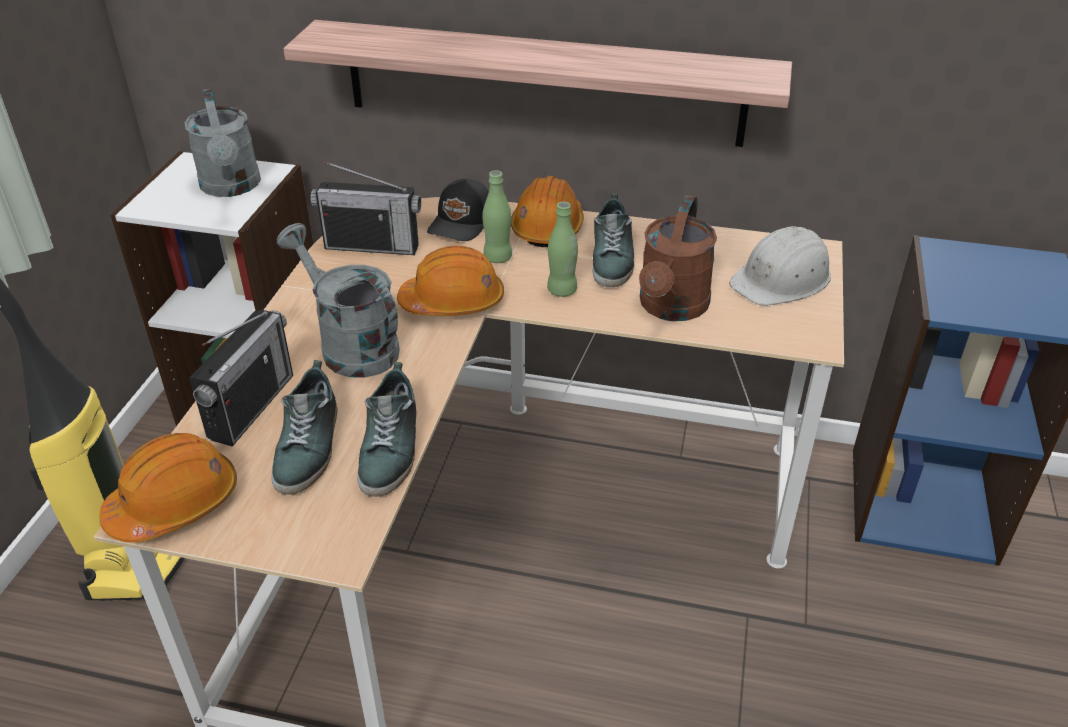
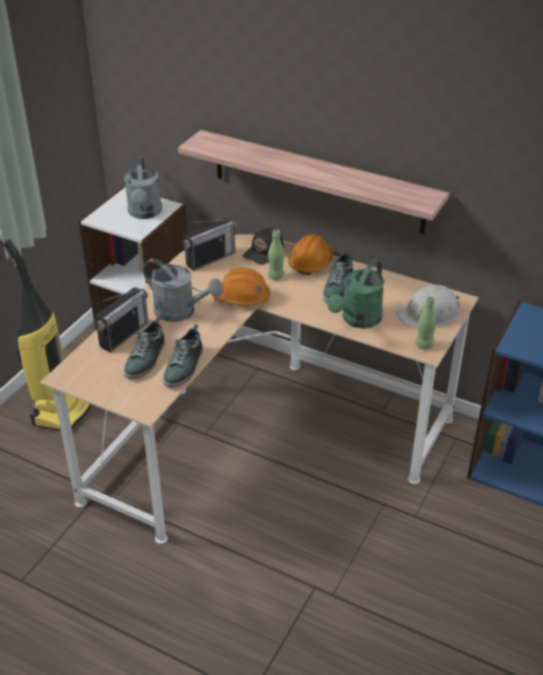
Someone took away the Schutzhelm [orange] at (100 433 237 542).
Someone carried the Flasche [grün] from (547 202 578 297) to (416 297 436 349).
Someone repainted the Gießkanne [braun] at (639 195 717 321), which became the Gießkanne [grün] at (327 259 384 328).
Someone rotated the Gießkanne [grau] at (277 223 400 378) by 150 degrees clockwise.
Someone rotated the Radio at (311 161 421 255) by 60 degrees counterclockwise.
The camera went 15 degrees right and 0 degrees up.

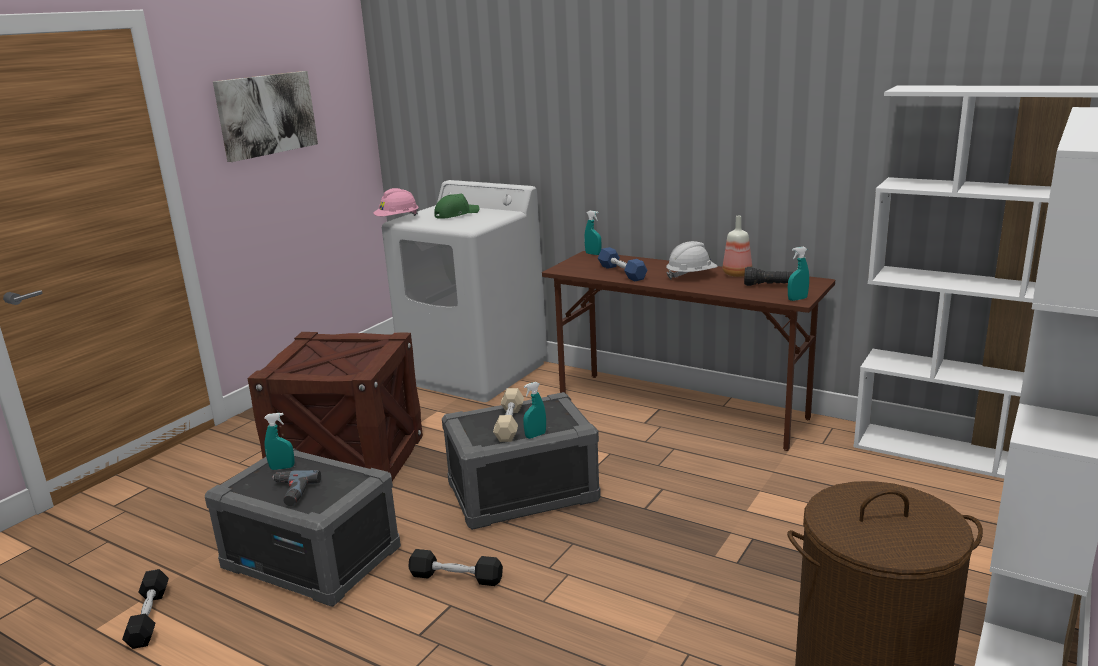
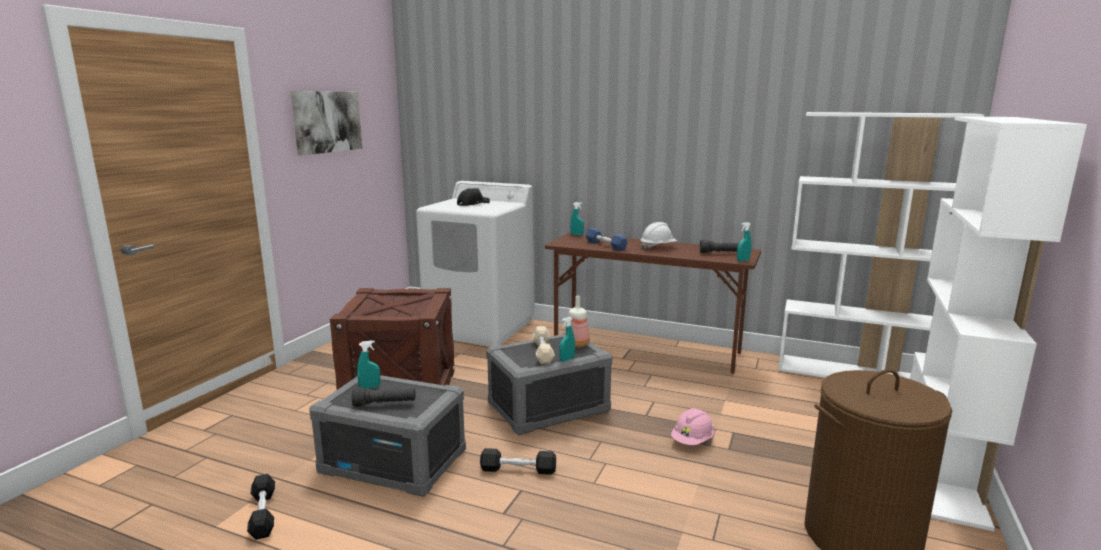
Someone carried the Schutzhelm [rosa] from (374 188 419 216) to (671 408 714 445).
Someone carried the Flasche from (723 216 752 277) to (565 296 590 348).
Someone swapped the Bohrmaschine at (272 470 321 506) for the Taschenlampe [schwarz] at (352 387 416 407).
Someone repainted the Kappe [grün] at (434 194 479 219), which became the Kappe [schwarz] at (457 188 490 206).
The camera went 10 degrees left and 5 degrees down.

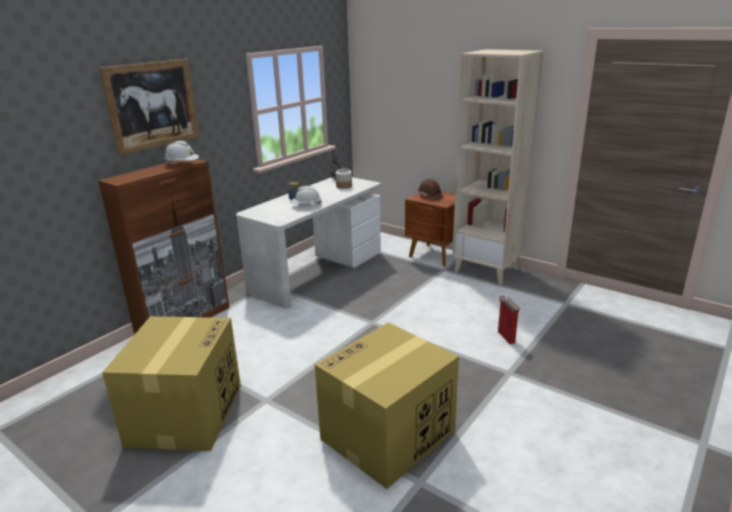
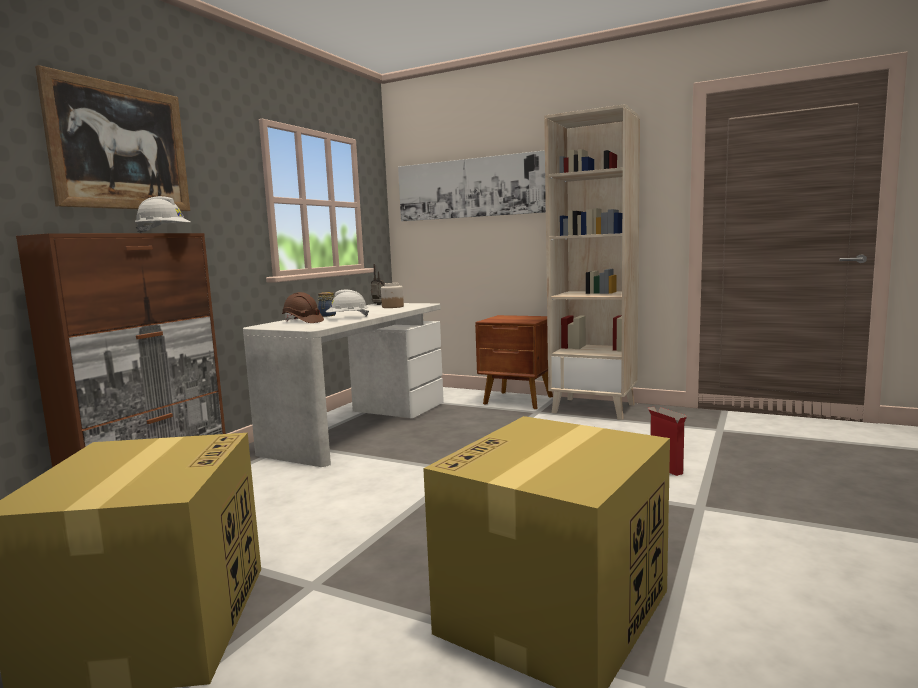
Someone put up the Bild at (398 150 546 221).
Someone carried the Schutzhelm [braun] from (418 179 444 200) to (282 292 324 323).
The camera went 10 degrees left and 15 degrees down.

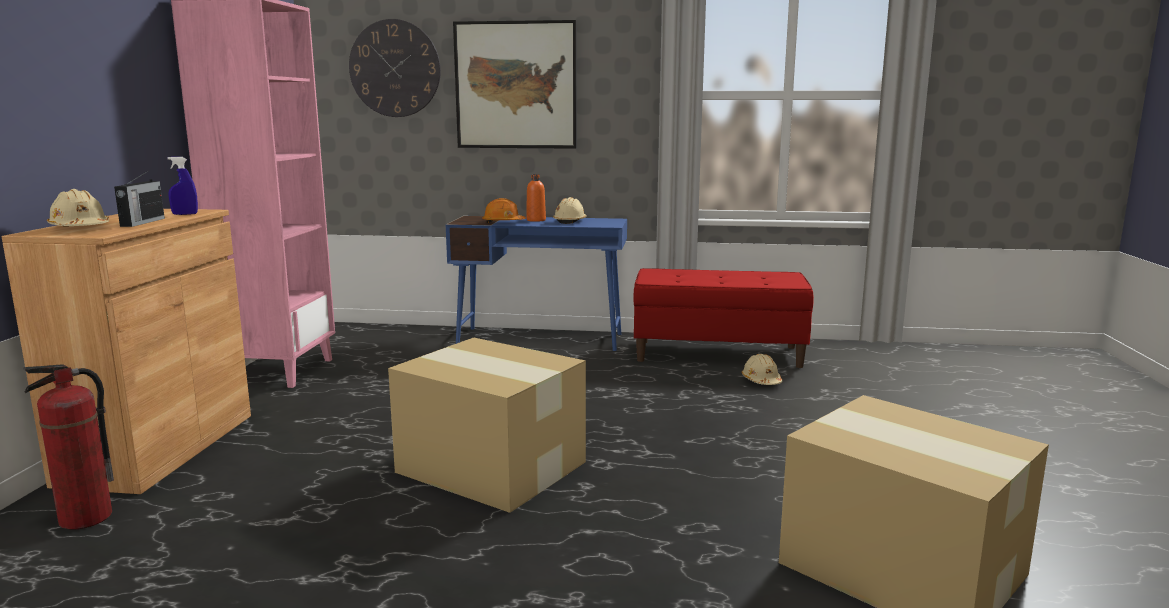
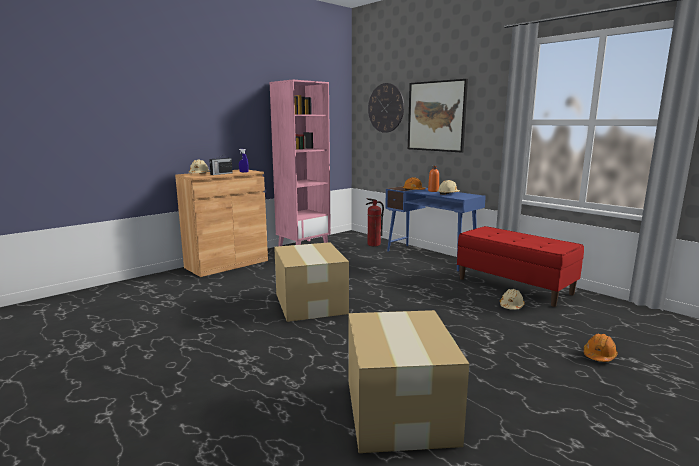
Someone put down the Schutzhelm [orange] at (584 333 618 362).
Someone carried the Feuerlöscher from (24 364 114 529) to (366 198 384 246).
The camera went 40 degrees right and 0 degrees up.

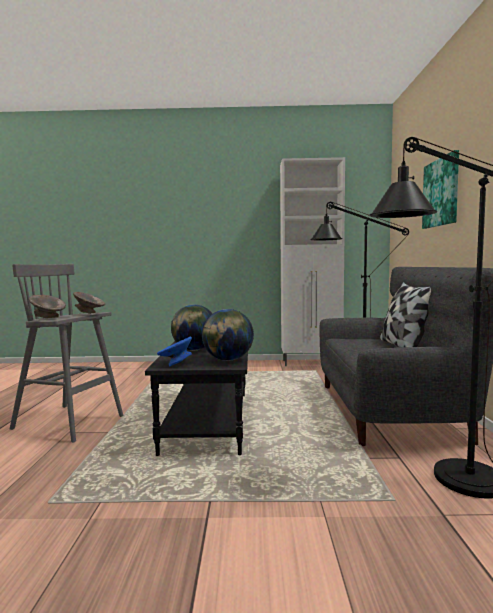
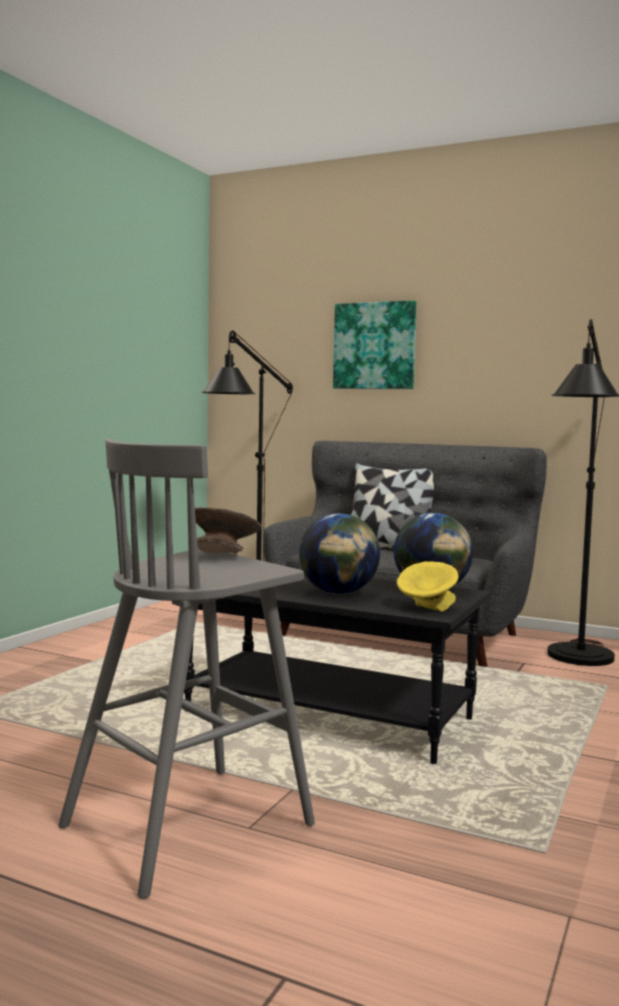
Someone took away the Schüssel [grau] at (29 295 66 318).
Someone took away the Schrank [weiß] at (280 157 345 366).
Someone repainted the Schüssel [blau] at (157 337 192 366), which became the Schüssel [gelb] at (397 561 459 612).
The camera went 65 degrees left and 0 degrees up.

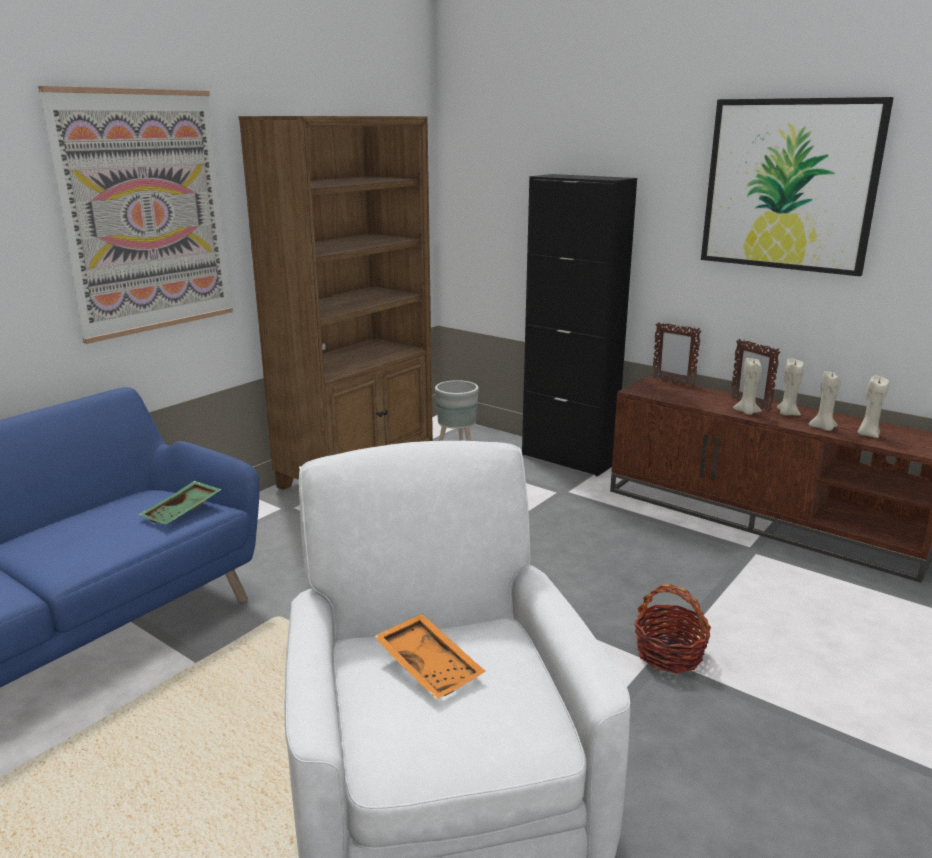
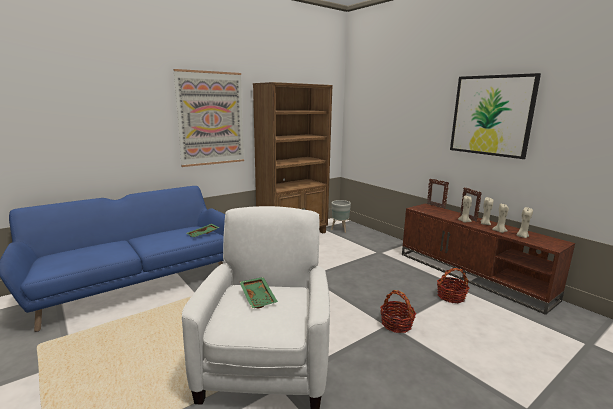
Someone took away the Schrank [schwarz] at (522 174 637 476).
Someone put down the Korb at (437 268 470 303).
Someone repainted the Tablett [orange] at (374 614 486 700), which became the Tablett [grün] at (240 277 278 309).
The camera went 15 degrees right and 5 degrees down.

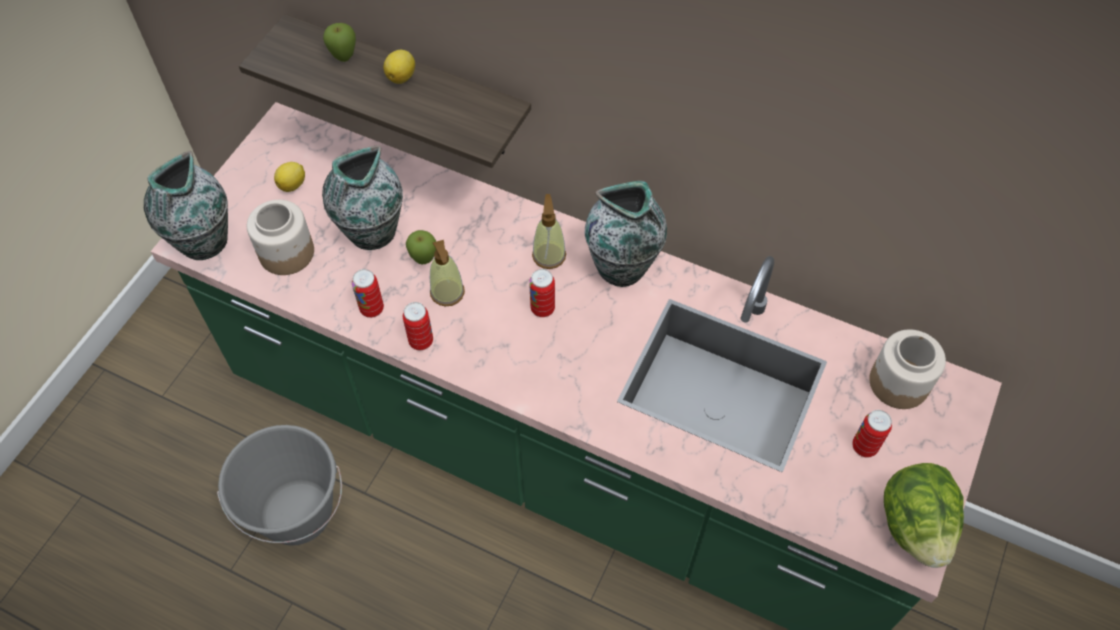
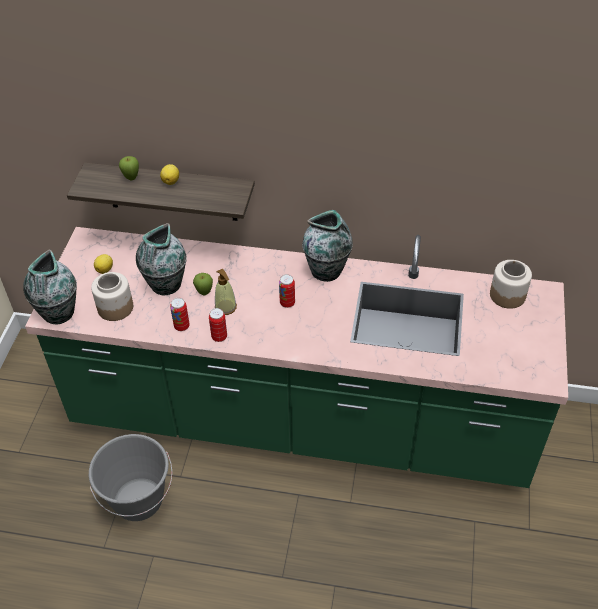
Someone took away the Seifenspender at (532 194 566 269).
Someone took away the Dose at (852 410 892 457).
Someone took away the Salatkopf at (884 463 964 568).
The camera went 15 degrees left and 10 degrees down.

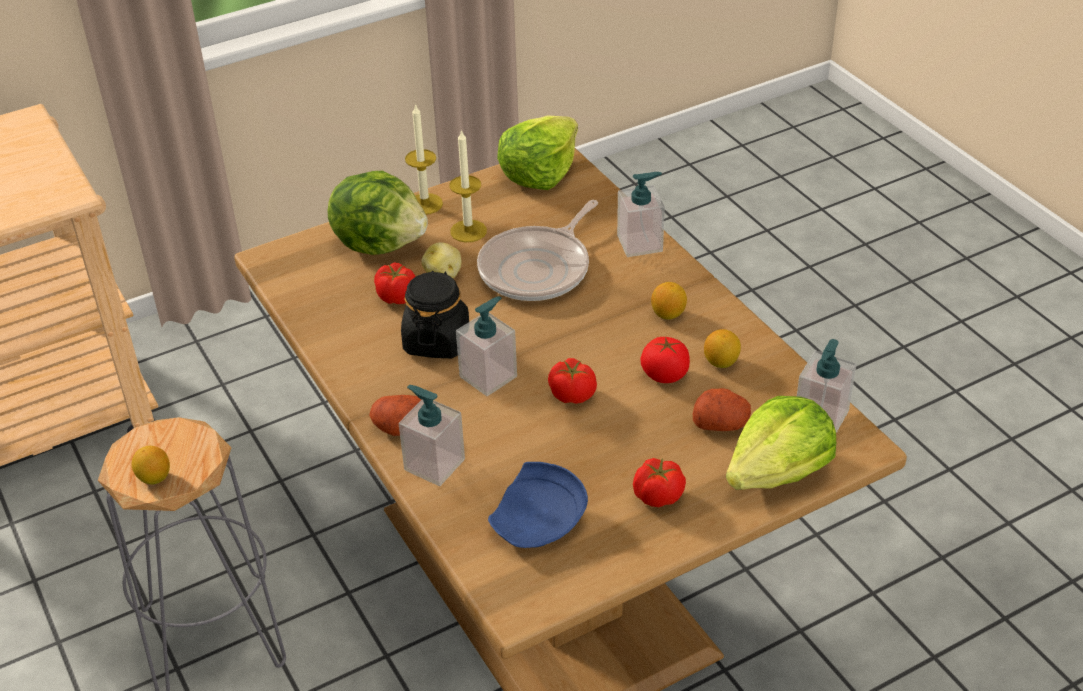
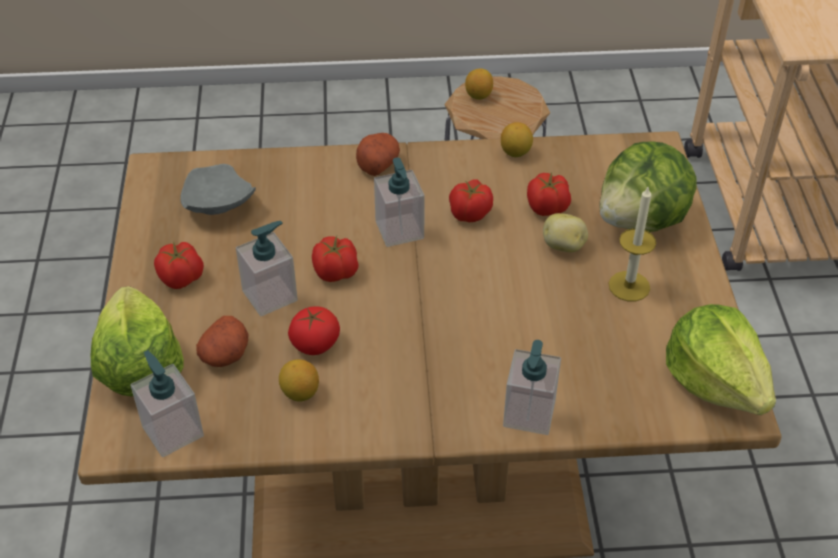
Someone took away the Kerze at (405 103 443 215).
Someone took away the Pfanne at (477 200 598 301).
Someone carried the Seifenspender from (399 385 465 486) to (236 221 298 316).
Someone carried the Zitrone from (651 282 687 319) to (501 122 533 157).
Someone swapped the Vorratsglas [schwarz] at (401 271 469 358) for the Tomate at (449 179 493 222).
Someone repainted the Teller [blau] at (488 462 588 548), which became the Teller [grau] at (180 164 256 215).
The camera went 115 degrees right and 5 degrees up.

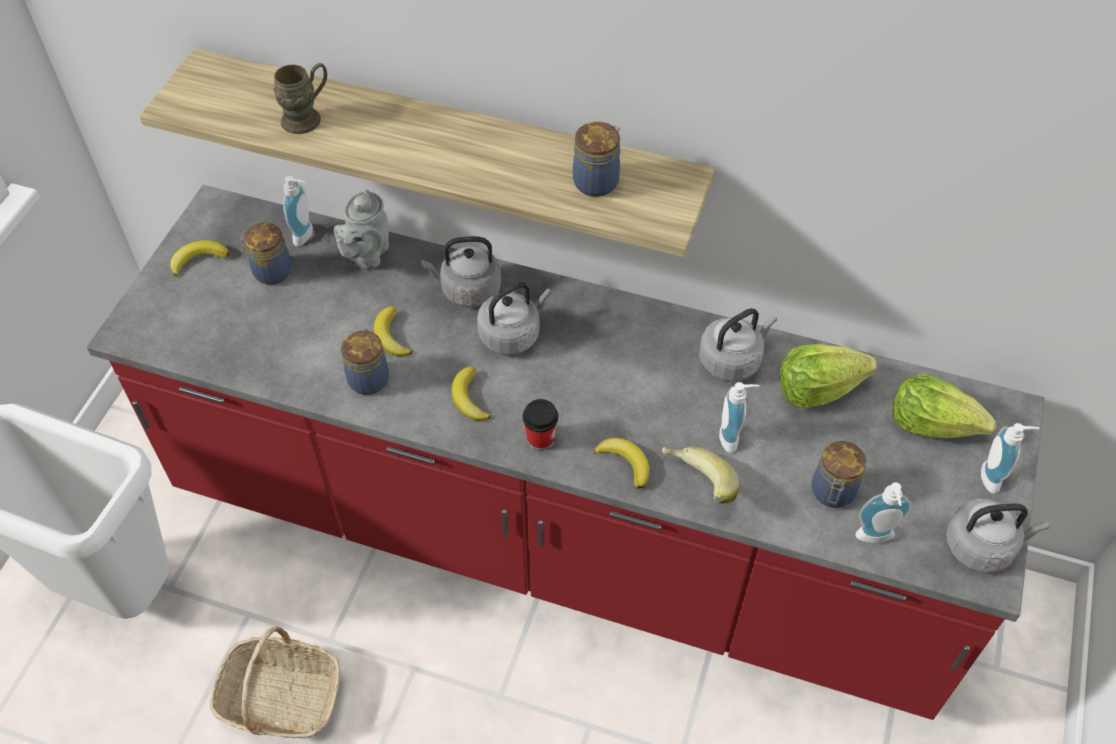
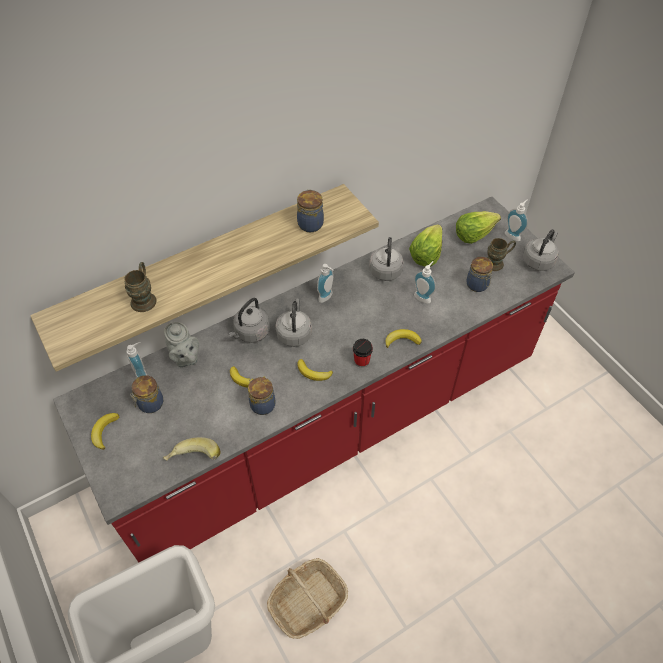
Someone put down the Henkelbecher [braun] at (487 238 516 271).
Someone carried the Banane from (662 447 739 504) to (163 437 221 460).
Someone carried the Seifenspender from (855 482 912 544) to (317 264 334 303).
The camera went 50 degrees left and 0 degrees up.

